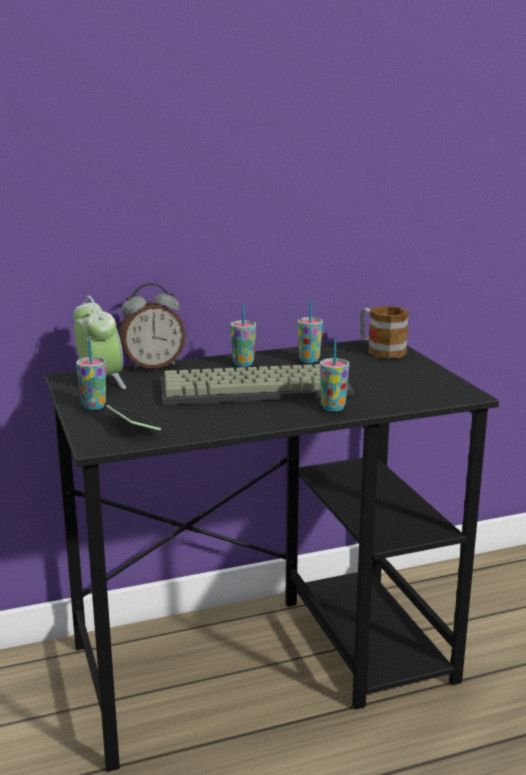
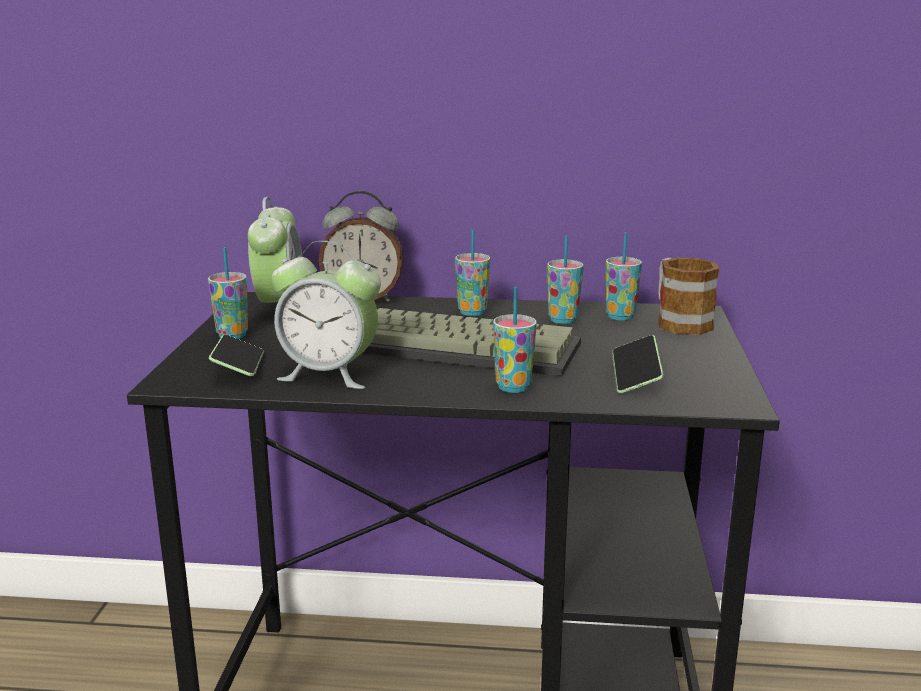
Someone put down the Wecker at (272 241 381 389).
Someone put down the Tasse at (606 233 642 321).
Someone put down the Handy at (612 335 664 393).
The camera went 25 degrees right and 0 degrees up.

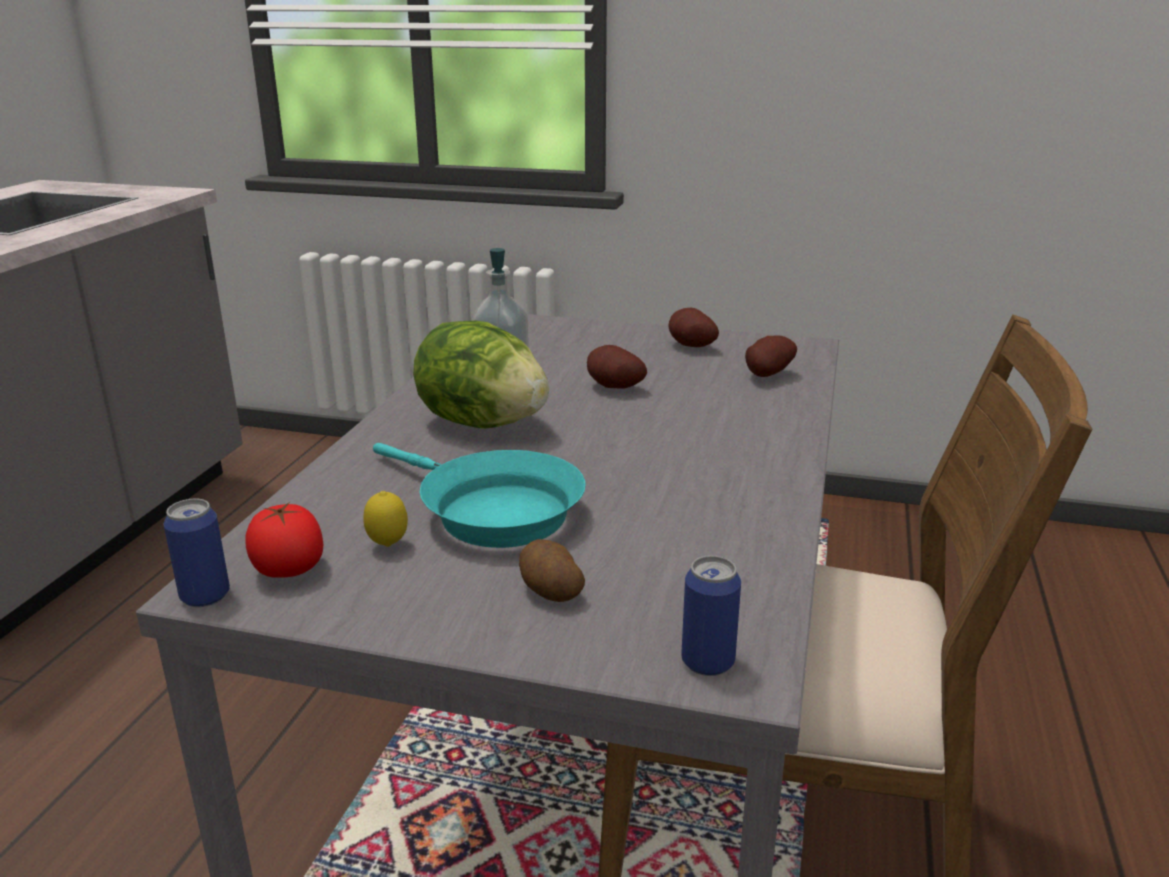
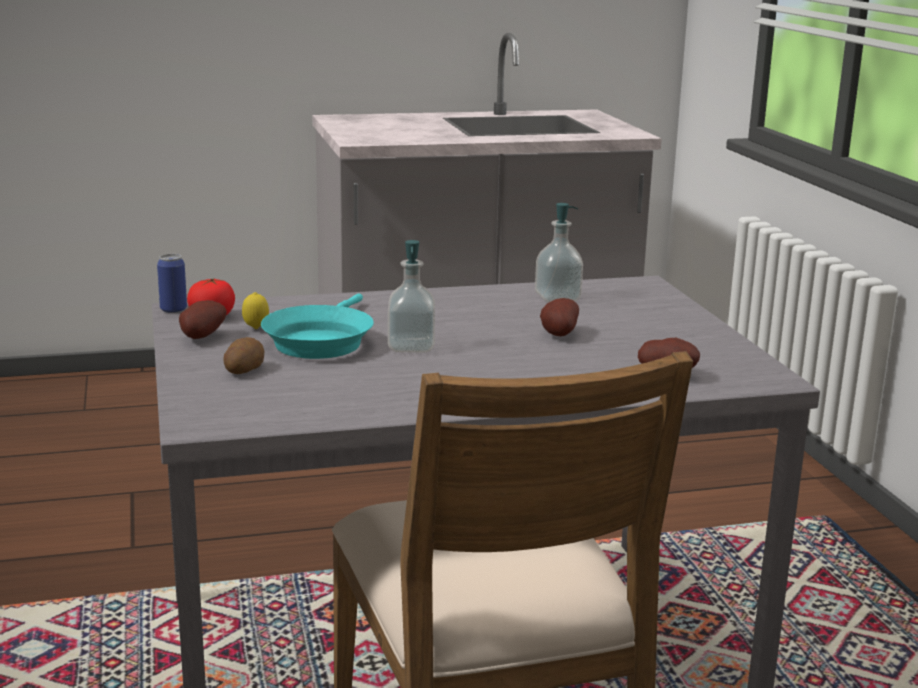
Someone took away the Salatkopf at (413 321 549 428).
Someone took away the Dose at (681 555 741 676).
Someone put down the Seifenspender at (388 240 435 353).
Someone carried the Kartoffel from (669 307 719 347) to (179 300 227 339).
The camera went 60 degrees right and 5 degrees down.

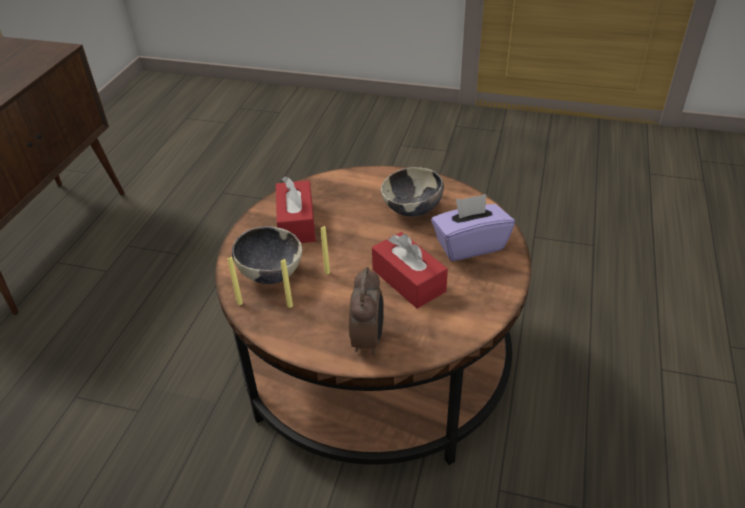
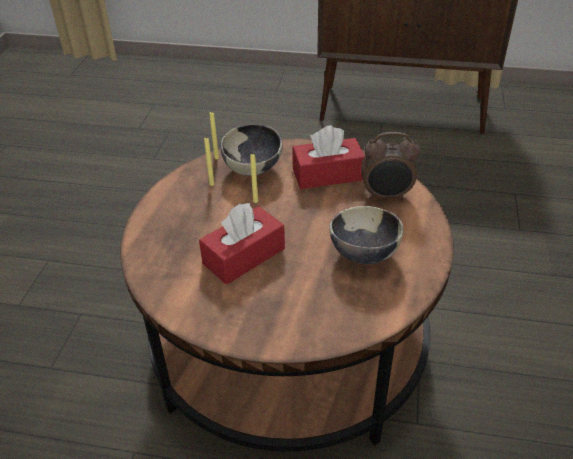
Someone took away the Taschentuchbox [lila] at (431 194 515 261).
Someone carried the Wecker from (349 267 384 355) to (361 132 420 200).
The camera went 85 degrees right and 0 degrees up.

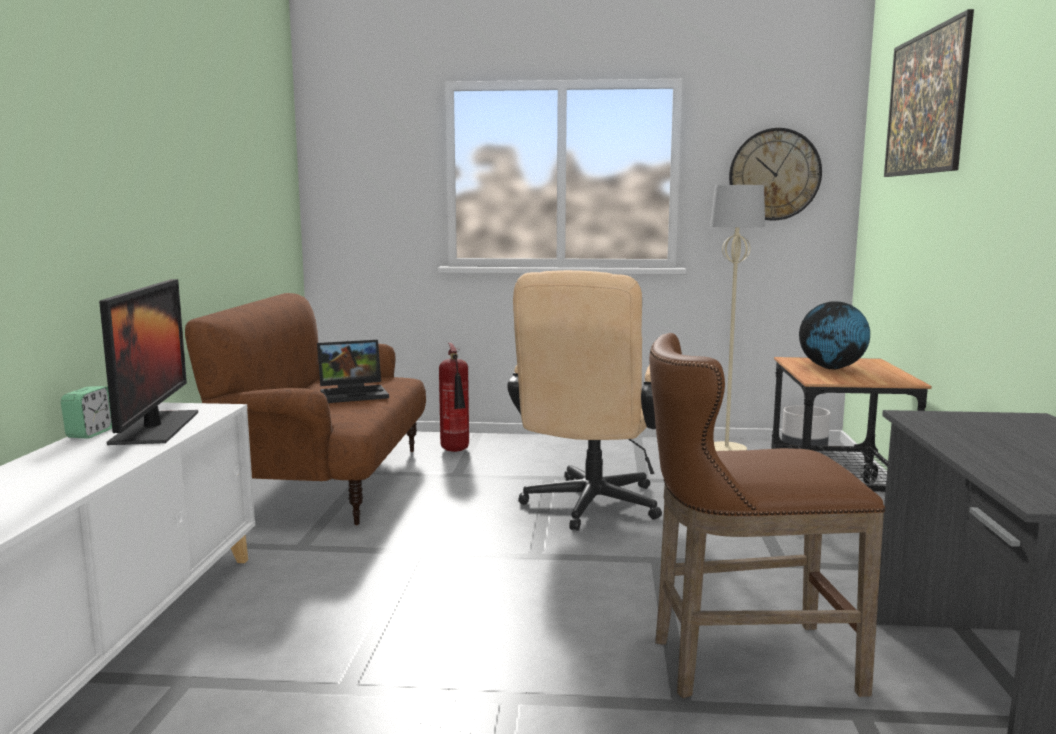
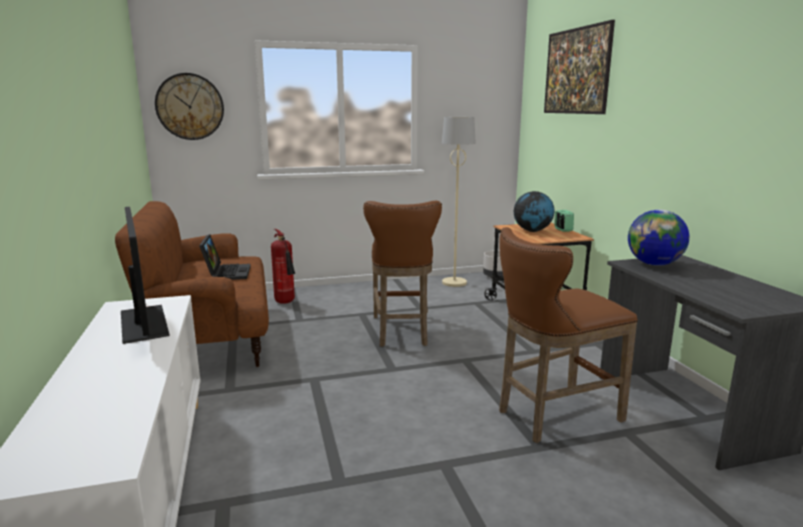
Someone put down the Globus at (628 209 689 266).
Someone carried the Wecker from (61 386 112 438) to (555 210 574 232).
Someone carried the Wanduhr from (729 128 822 221) to (155 73 224 140).
Someone swapped the Bürostuhl [beige] at (507 270 662 531) for the Hocker [braun] at (363 201 442 347).
Someone rotated the Laptop at (317 340 389 403) by 60 degrees counterclockwise.
The camera went 20 degrees left and 5 degrees up.

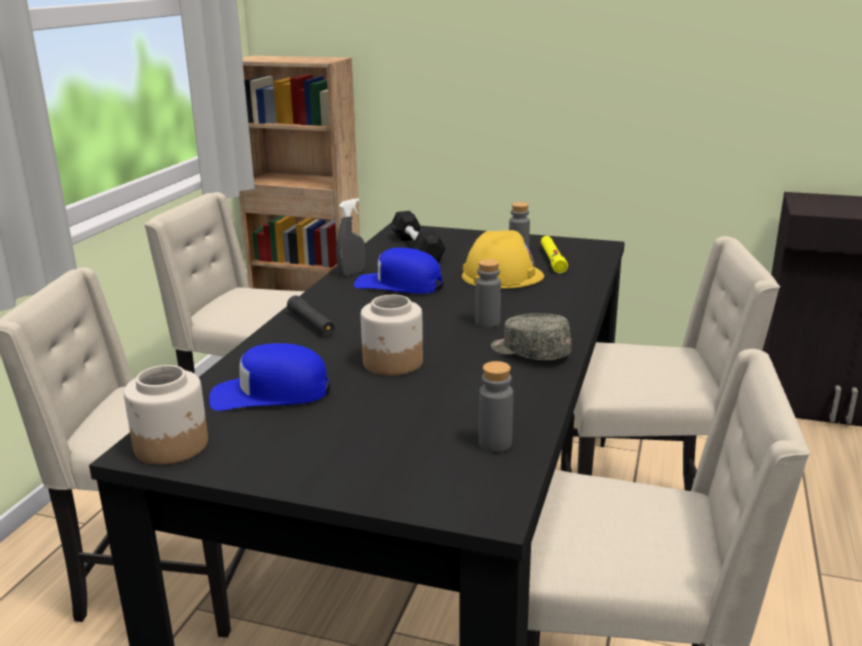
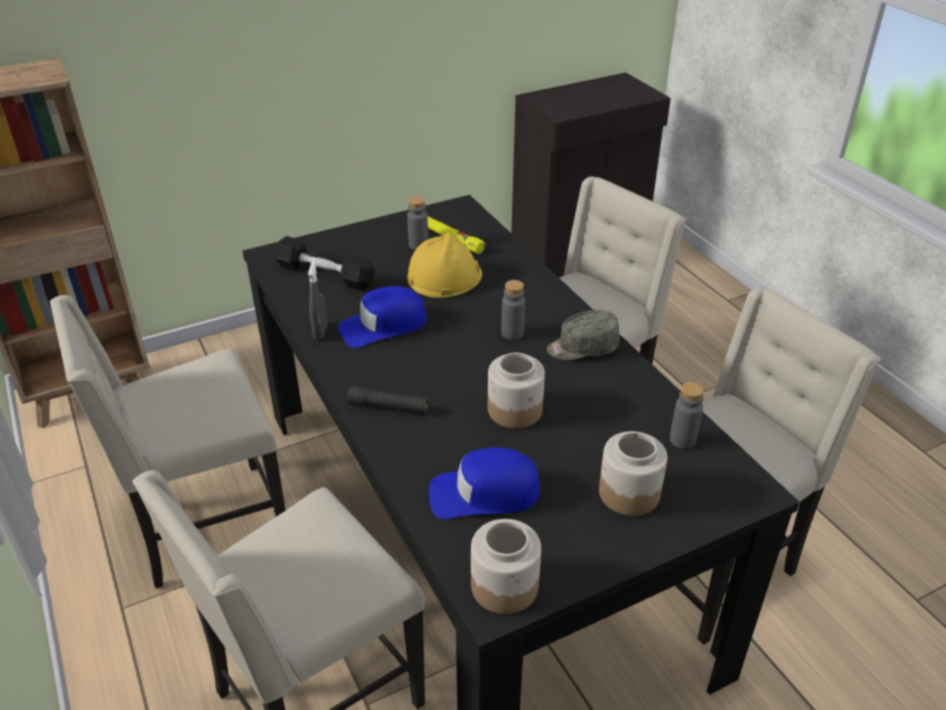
Someone put down the Vorratsglas at (599 431 667 516).
Someone rotated the Kappe [blau] at (209 343 330 411) by 45 degrees clockwise.
The camera went 45 degrees left and 15 degrees up.

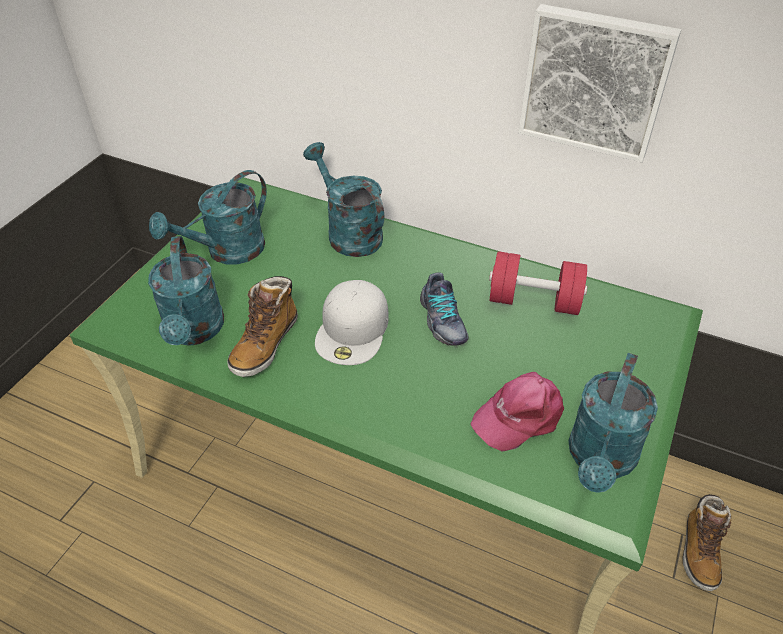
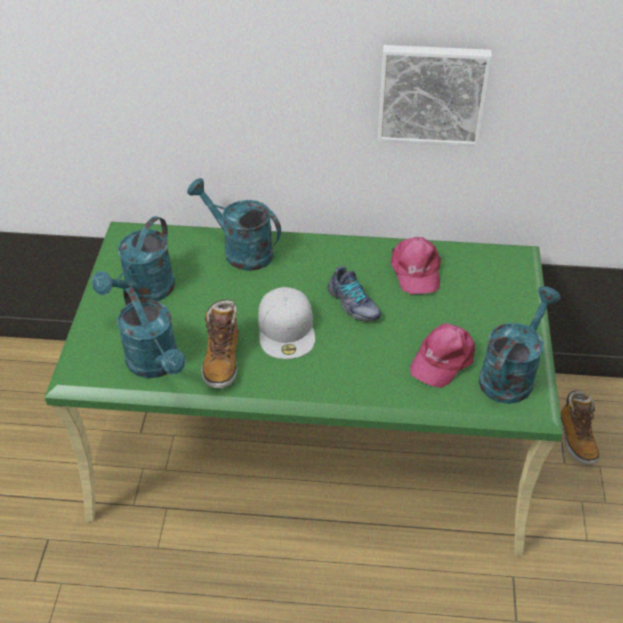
Someone swapped the Hantel [rot] at (489 251 587 315) for the Kappe [rosa] at (391 237 441 295).
Someone rotated the Gießkanne [türkis] at (568 353 658 493) by 150 degrees counterclockwise.
The camera went 20 degrees left and 0 degrees up.

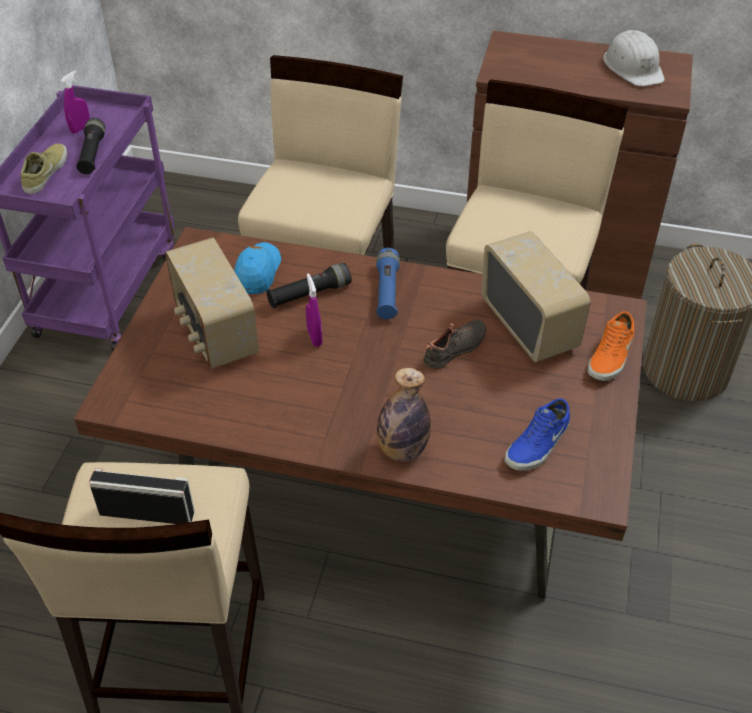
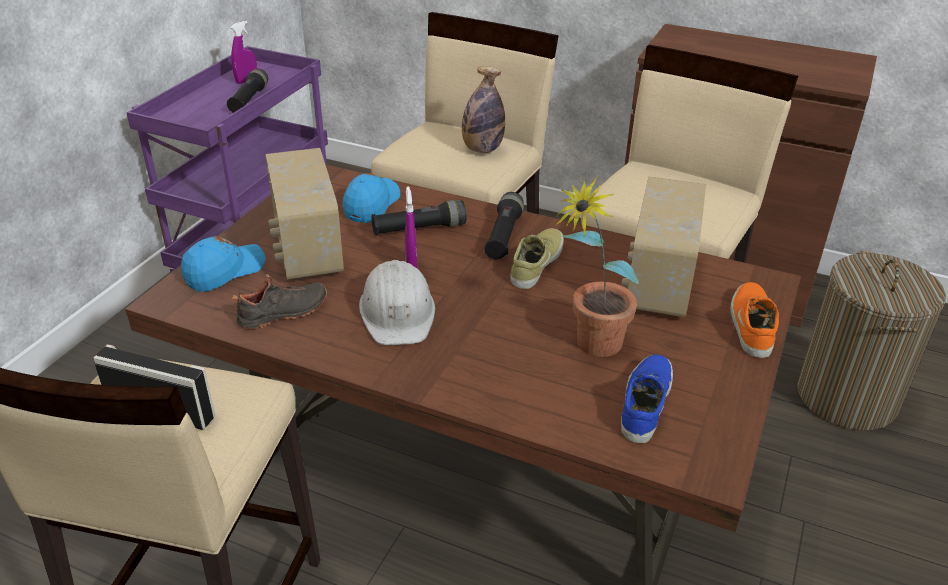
Someone put down the Kappe [blau] at (181 236 265 292).
Someone put down the Topfpflanze at (556 176 639 357).
Someone carried the Schuh [beige] from (21 144 67 194) to (510 228 564 289).
Someone carried the Flasche from (377 368 431 461) to (462 66 505 153).
Someone carried the Schuh [schwarz] from (423 320 486 369) to (232 274 327 329).
Someone carried the Schutzhelm [weiß] from (603 30 665 86) to (359 260 435 345).
Someone repainted the Taschenlampe [blau] at (376 248 400 319), which became the Taschenlampe [schwarz] at (485 192 524 259).
Someone rotated the Radio at (481 232 591 362) by 150 degrees counterclockwise.
Someone rotated the Schuh [blau] at (504 398 570 471) by 150 degrees clockwise.
Someone rotated the Schuh [orange] at (587 311 635 381) by 150 degrees clockwise.
The camera went 10 degrees right and 10 degrees down.

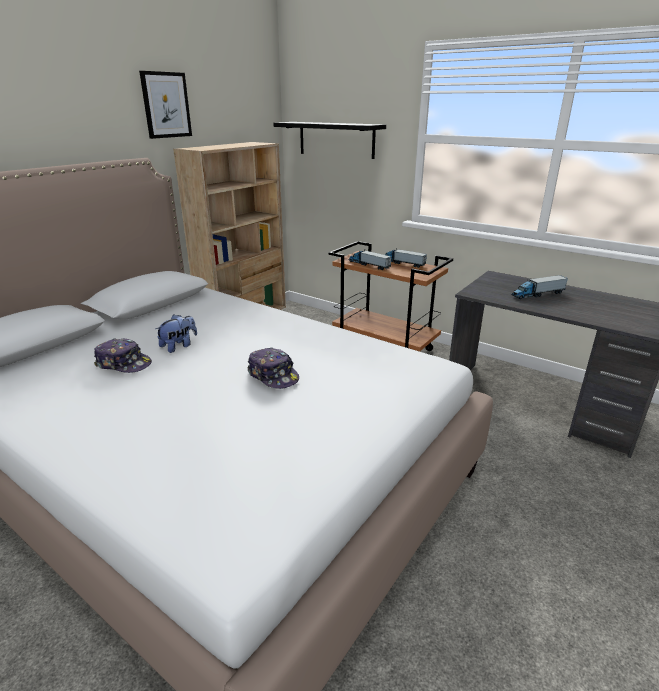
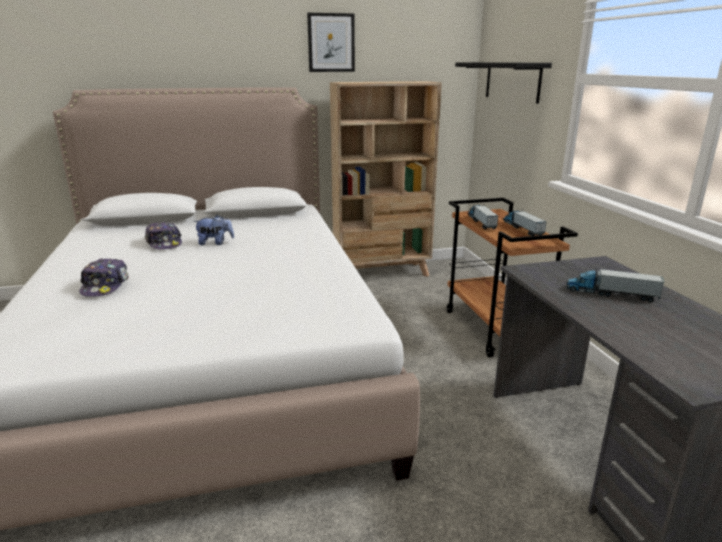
Someone carried the Kappe from (247 348 299 389) to (79 258 129 297).
The camera went 40 degrees right and 5 degrees down.

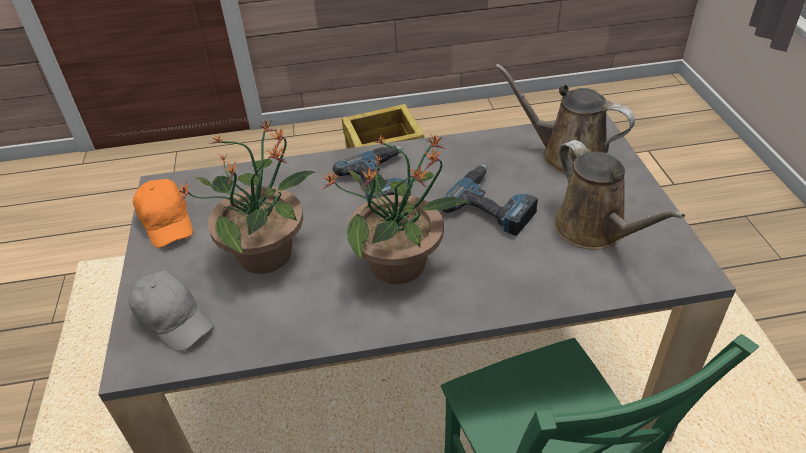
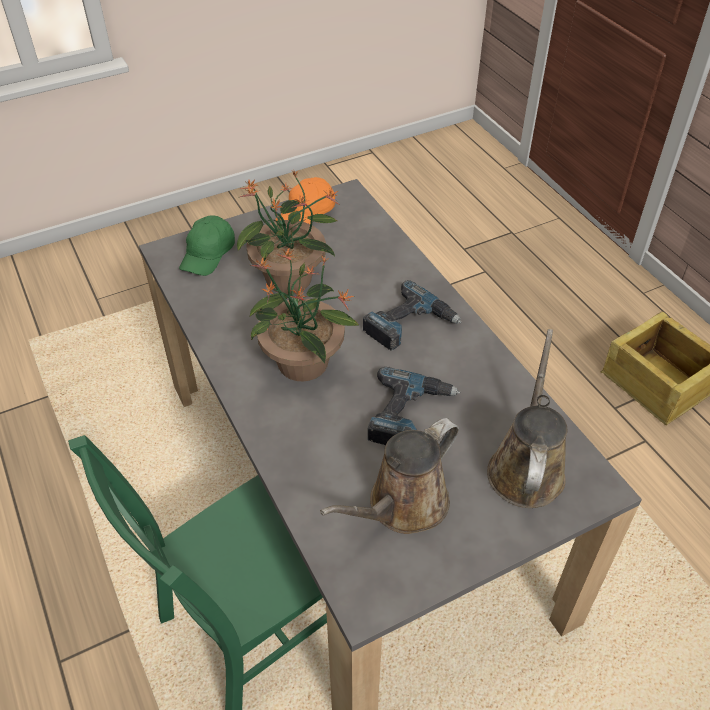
Someone repainted the Kappe [grau] at (129 271 213 351), which became the Kappe [grün] at (179 215 235 276).
The camera went 70 degrees right and 5 degrees up.

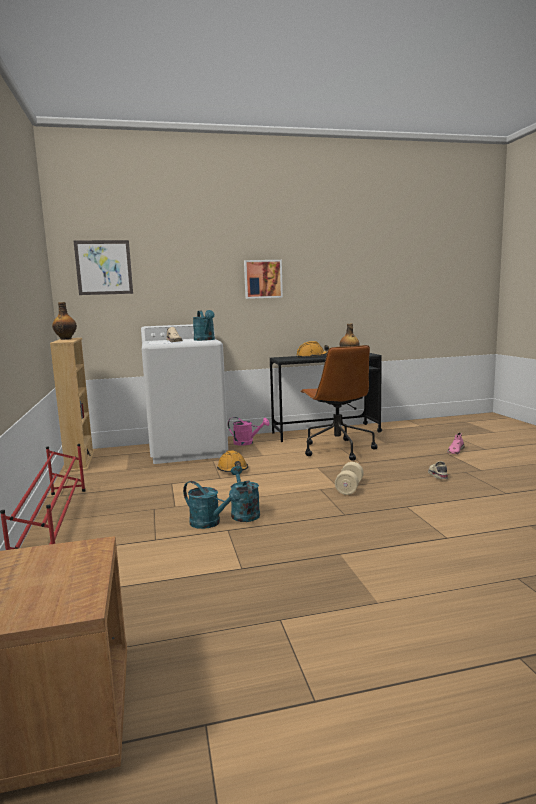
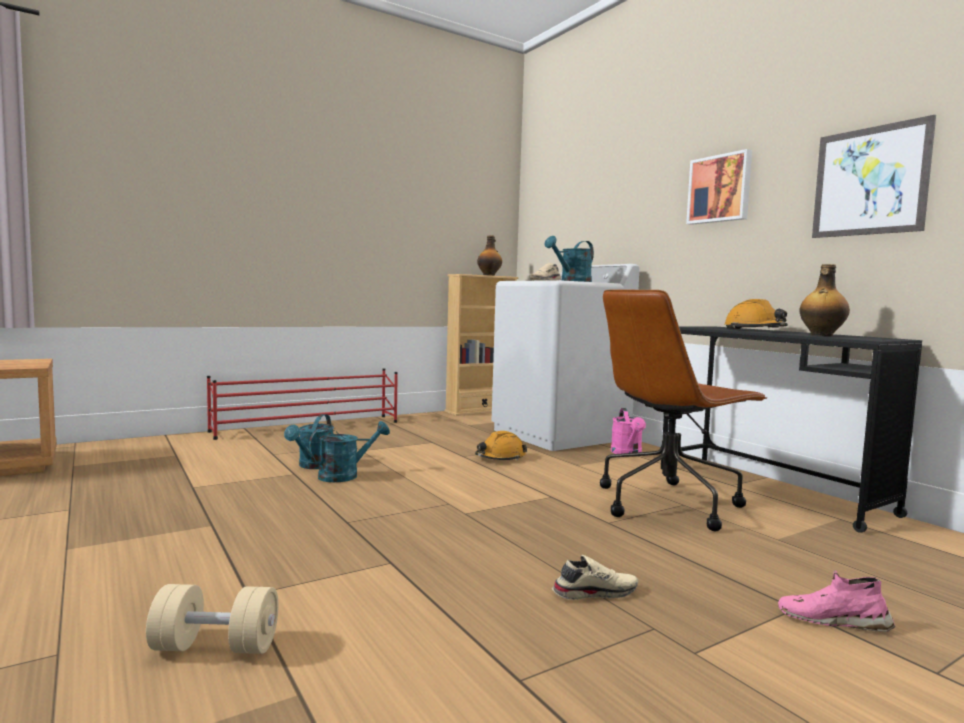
Someone carried the Bild from (74 240 133 295) to (812 115 936 238).
Someone carried the Hantel [beige] from (335 462 364 495) to (146 584 279 654).
The camera went 70 degrees right and 5 degrees down.

